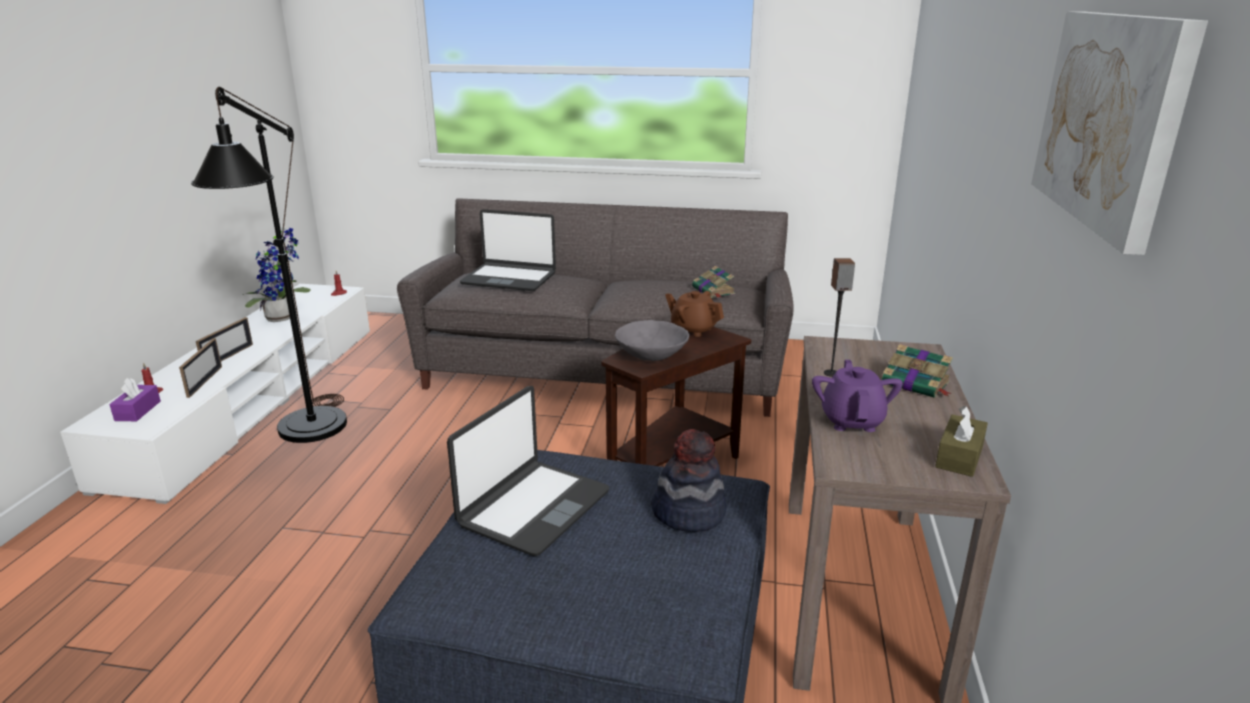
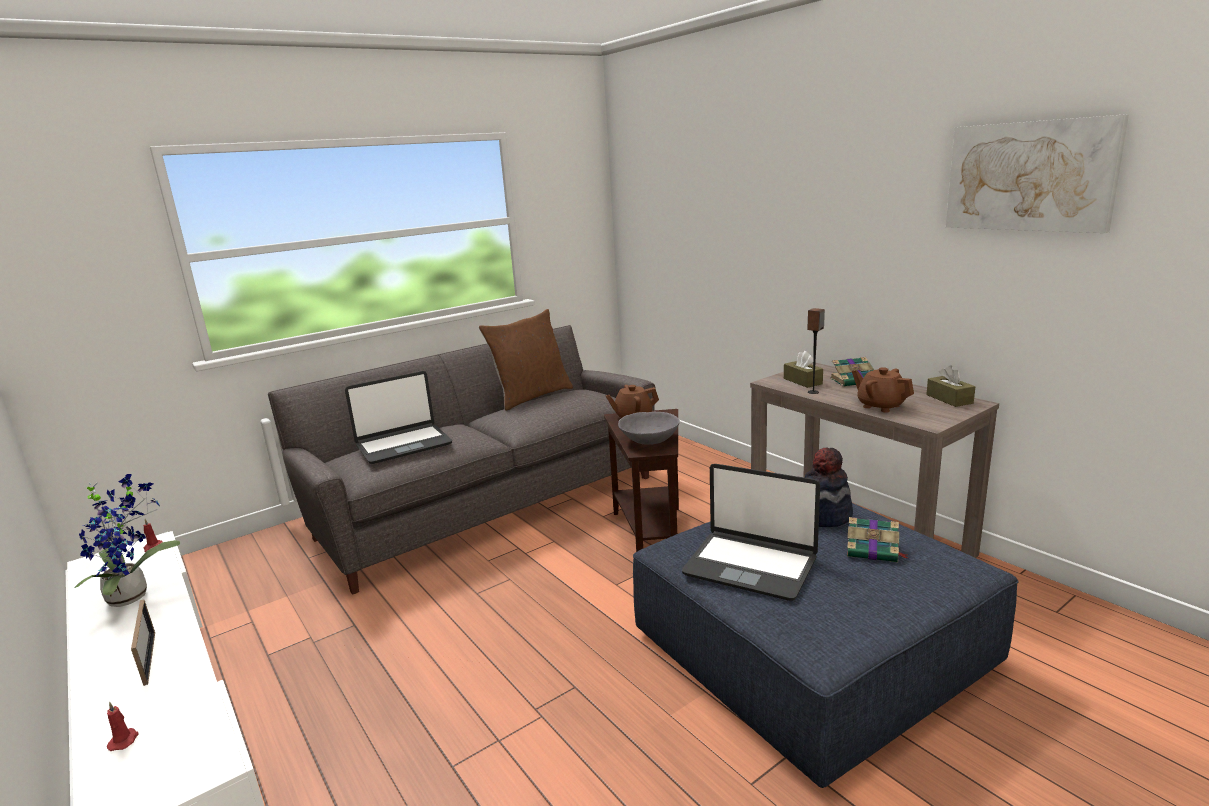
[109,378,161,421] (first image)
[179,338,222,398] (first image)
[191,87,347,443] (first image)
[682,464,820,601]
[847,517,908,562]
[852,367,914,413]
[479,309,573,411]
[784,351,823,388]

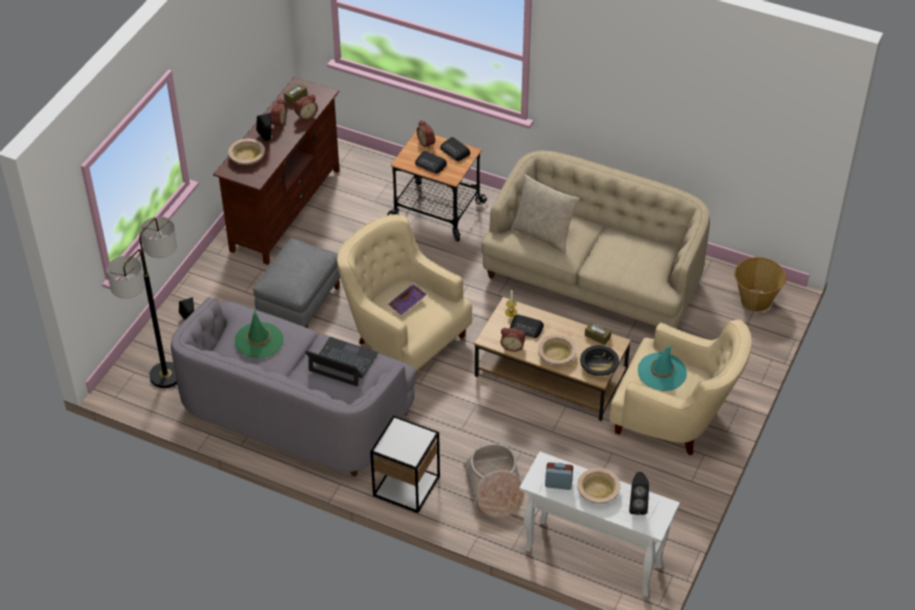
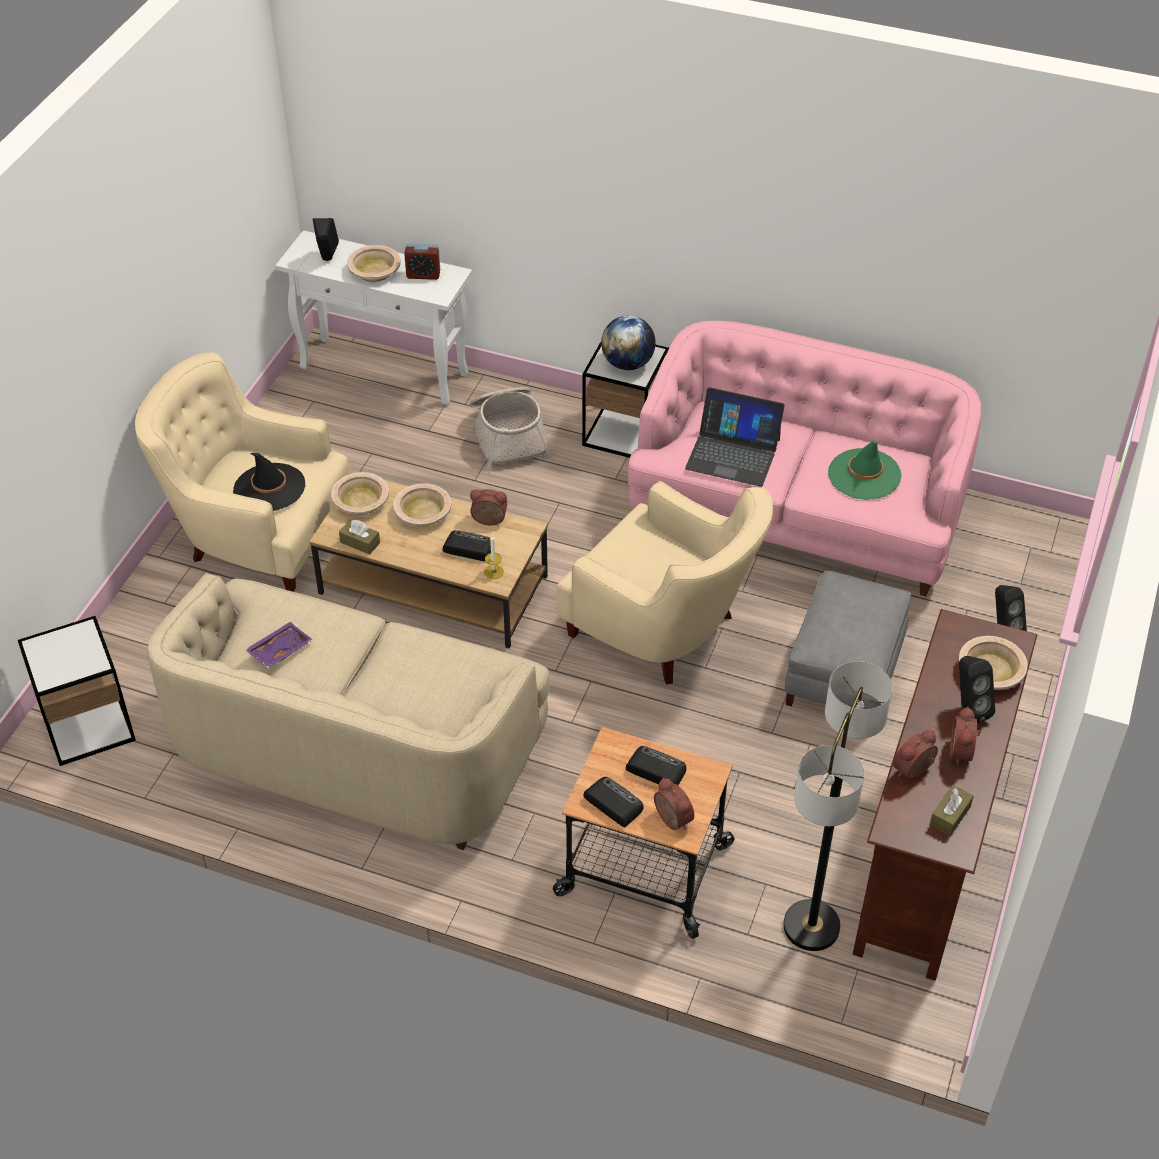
[783,661,893,951]
[628,321,981,596]
[245,622,313,668]
[511,175,580,254] (first image)
[331,472,389,515]
[233,453,305,511]
[18,616,136,766]
[601,315,656,370]

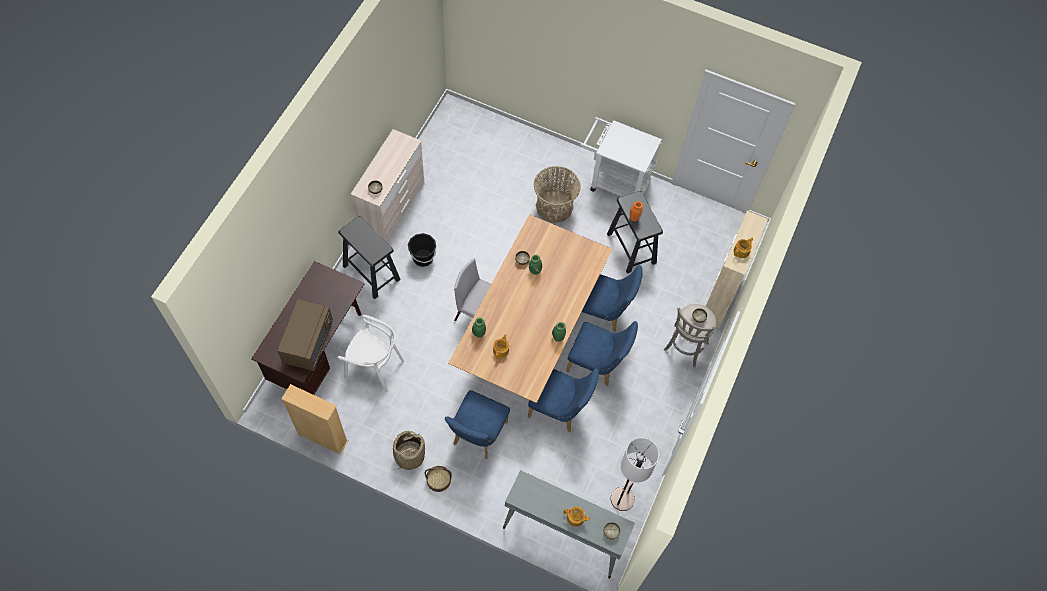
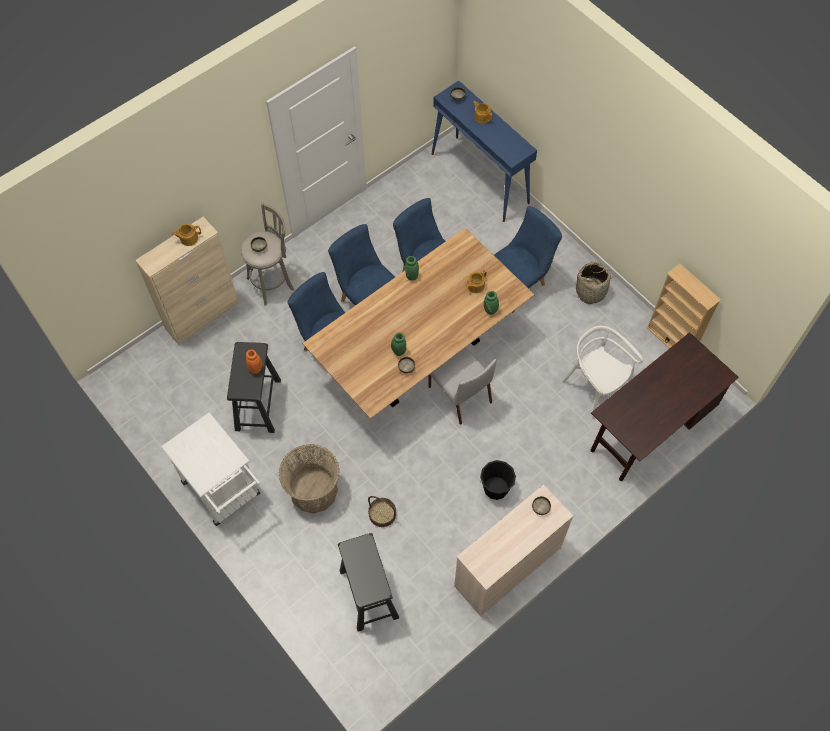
[277,300,333,371] (first image)
[338,533,399,632]
[368,496,396,527]
[432,81,537,222]
[611,437,659,511] (first image)

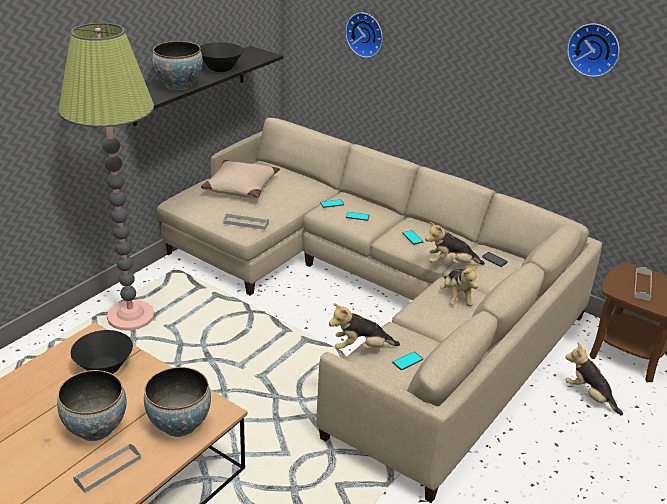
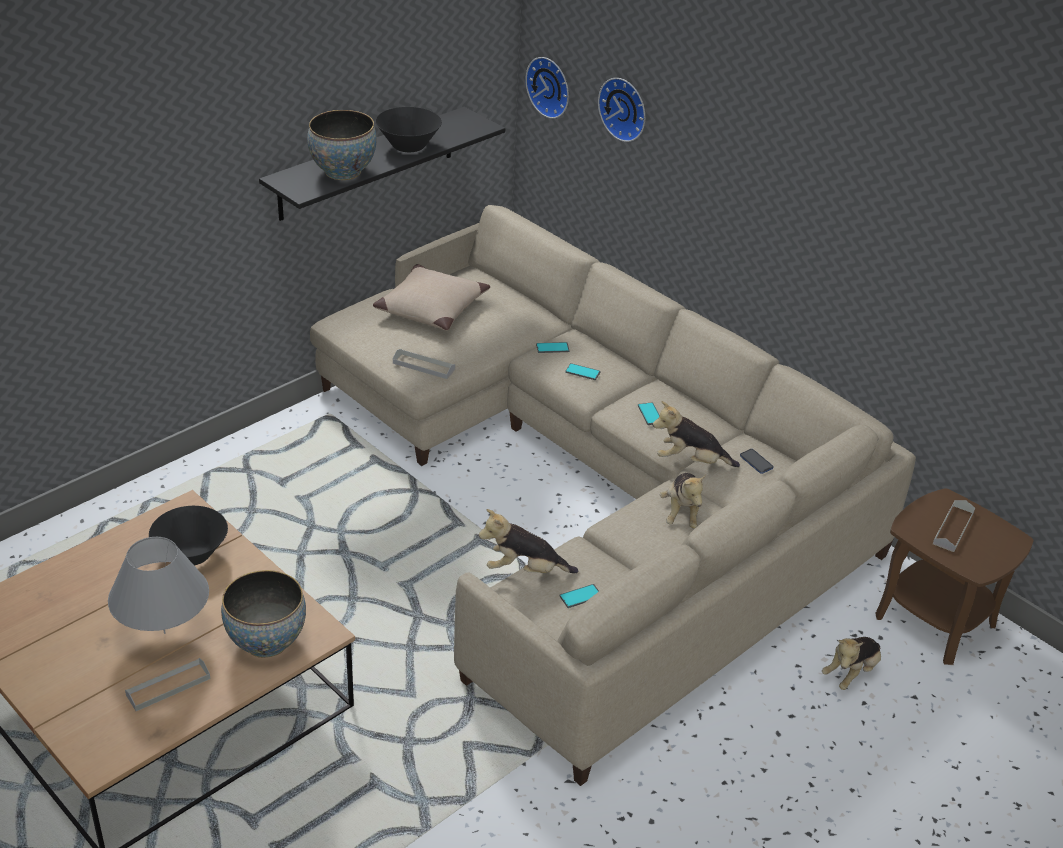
[108,537,209,634]
[59,23,155,331] (first image)
[822,637,881,690]
[525,57,569,119]

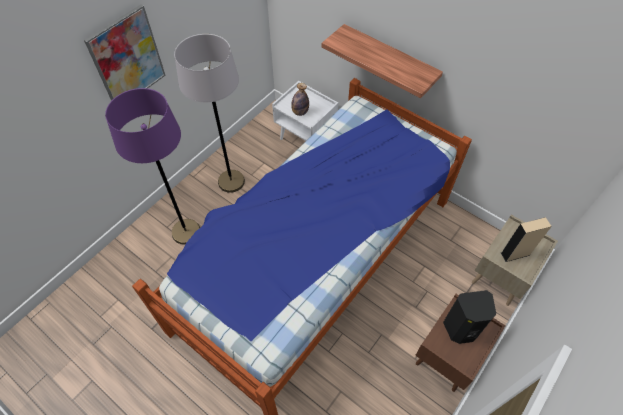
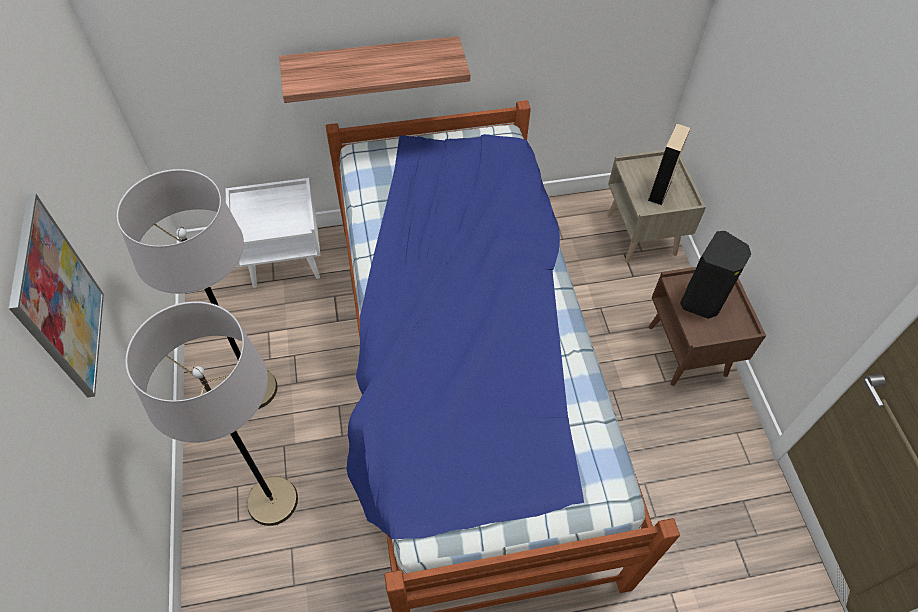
[126,301,298,526]
[291,83,309,116] (first image)

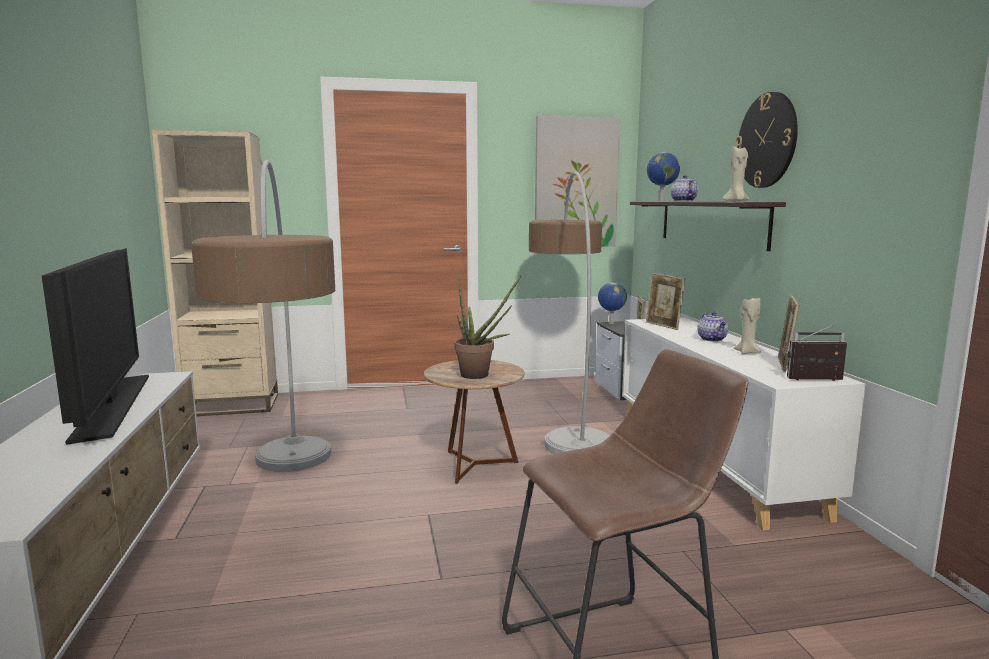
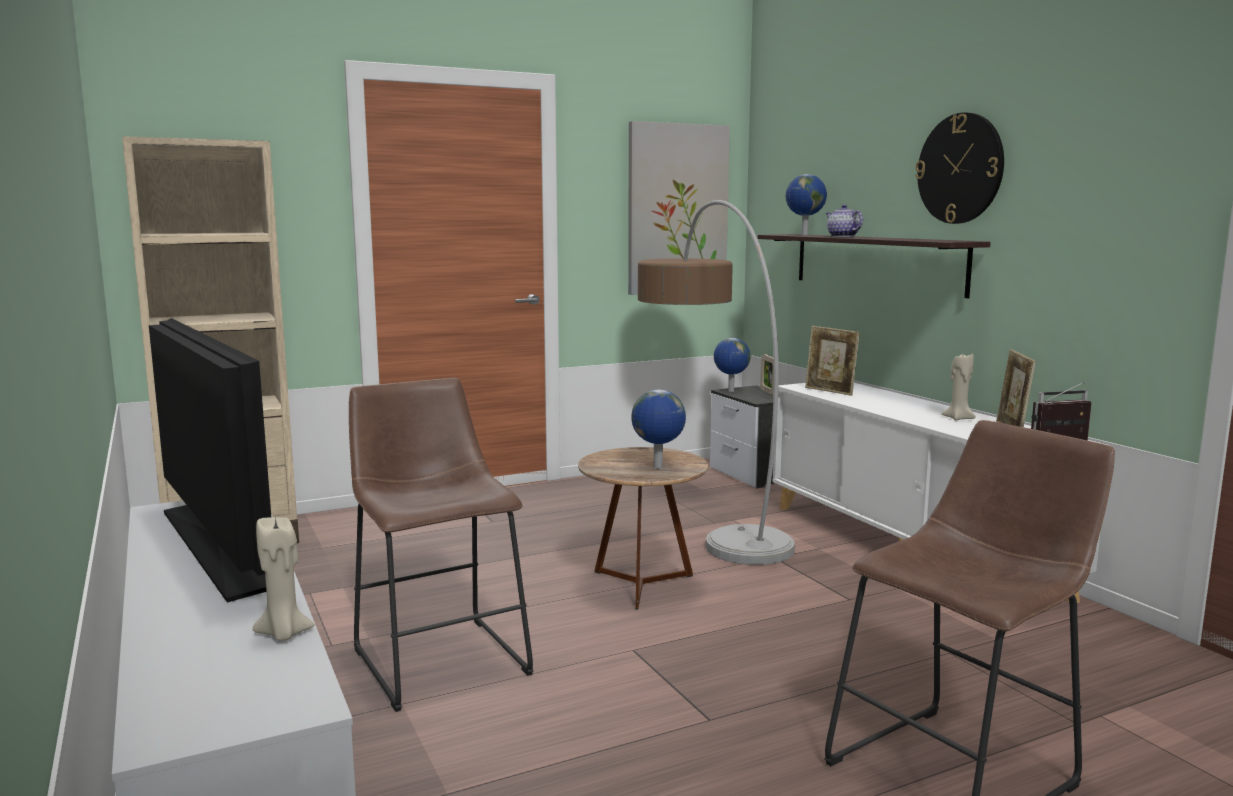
[349,378,533,712]
[631,389,686,469]
[697,311,728,342] (first image)
[253,516,315,641]

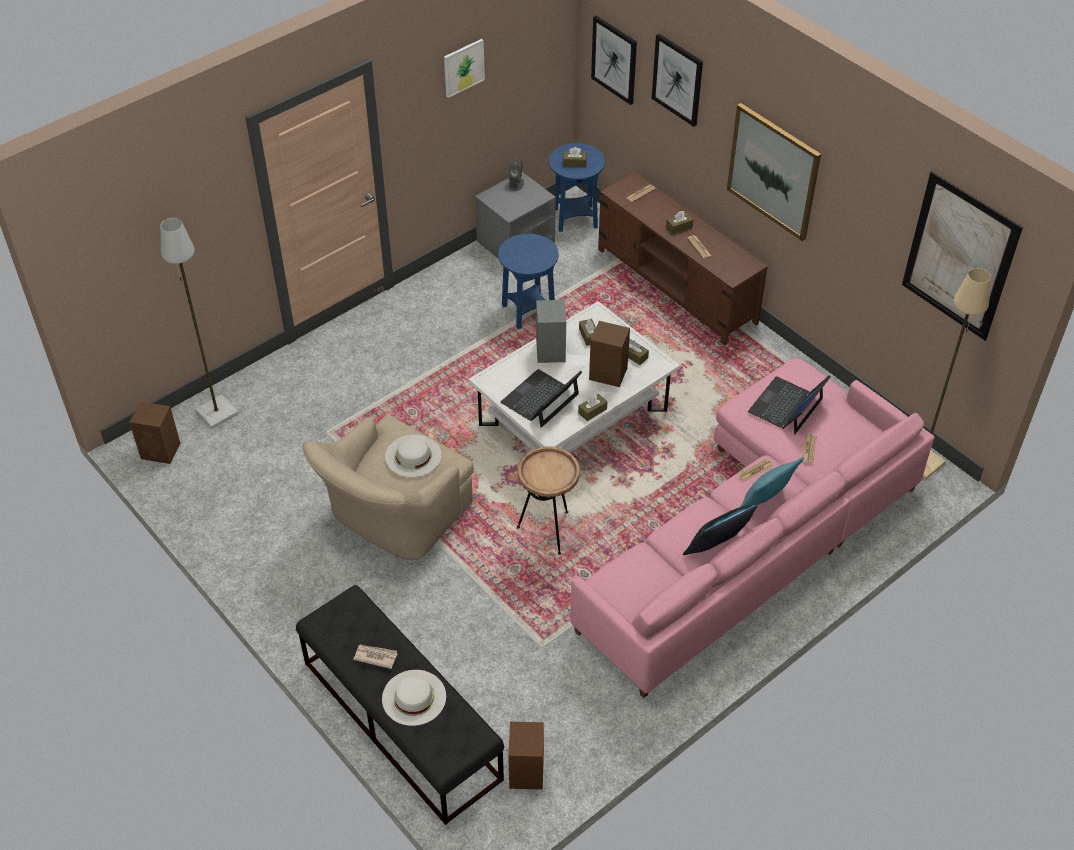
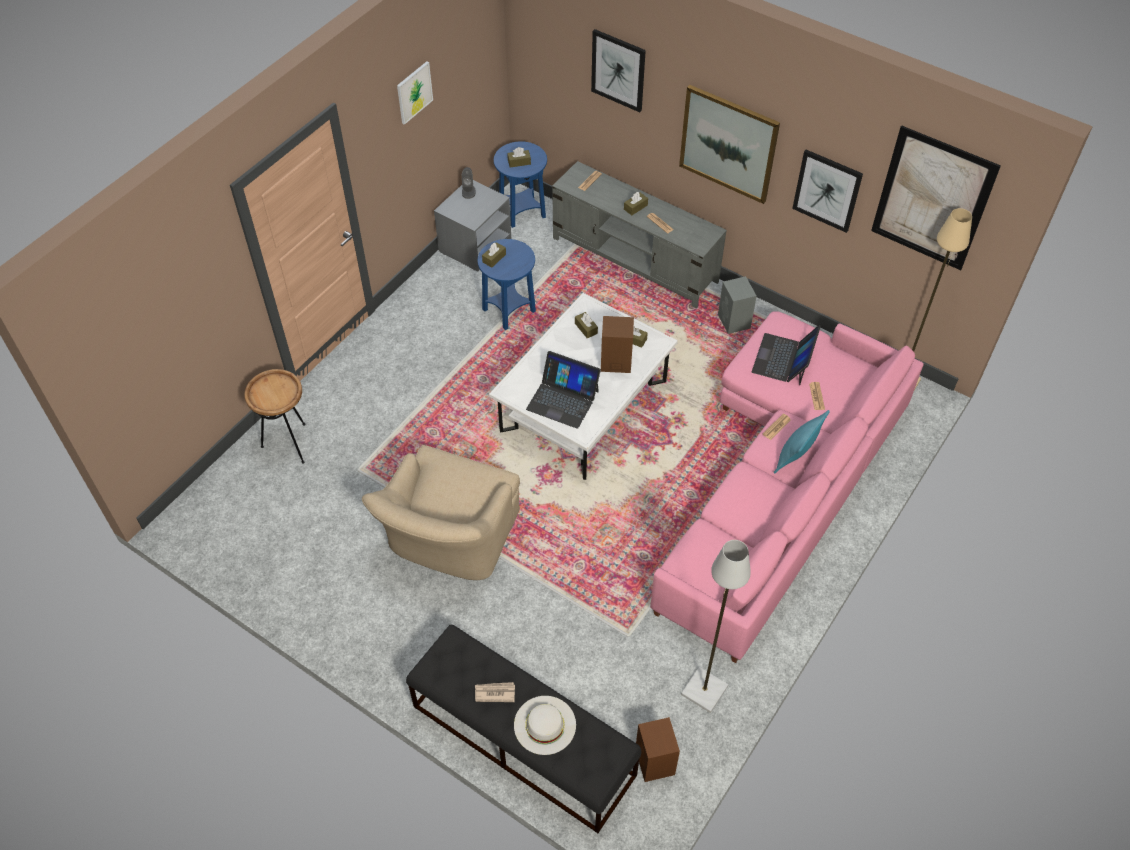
[129,402,180,464] (first image)
[681,540,751,713]
[385,435,441,477] (first image)
[526,351,601,429]
[244,369,305,464]
[718,276,757,334]
[482,242,506,267]
[792,150,863,233]
[552,161,727,308]
[683,505,757,555] (first image)

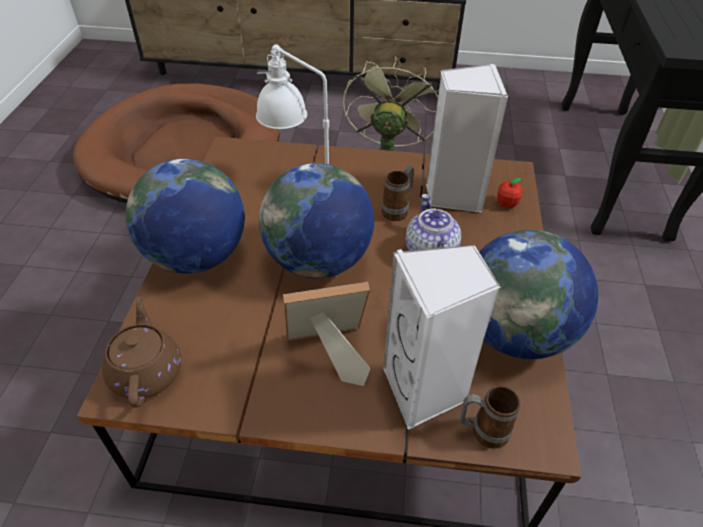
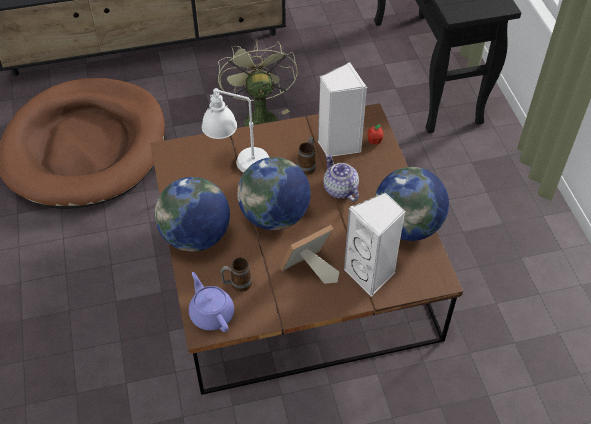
[189,272,234,332]
[220,257,252,292]

